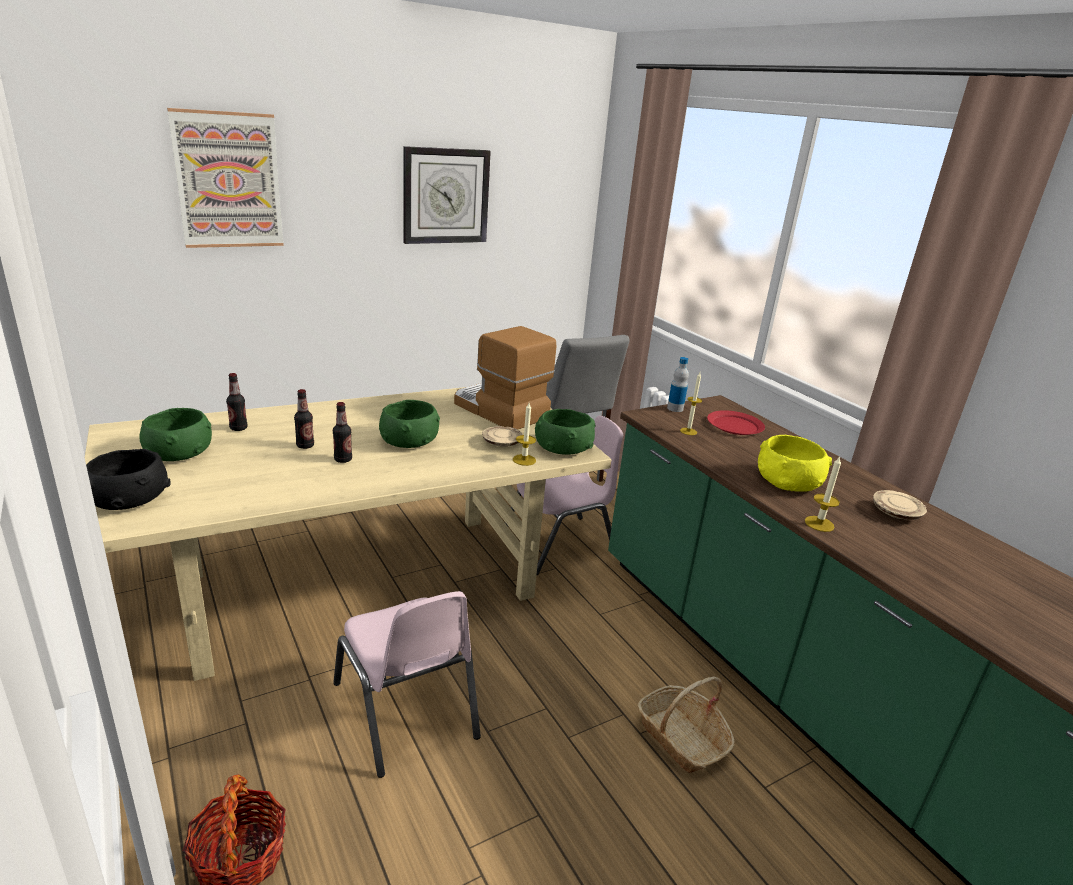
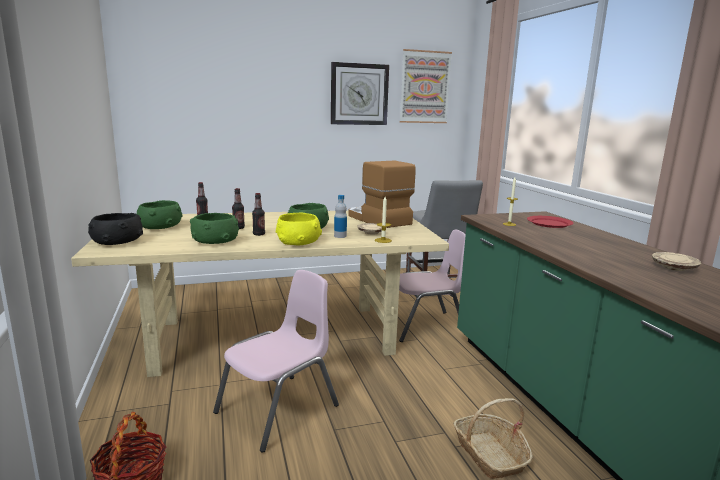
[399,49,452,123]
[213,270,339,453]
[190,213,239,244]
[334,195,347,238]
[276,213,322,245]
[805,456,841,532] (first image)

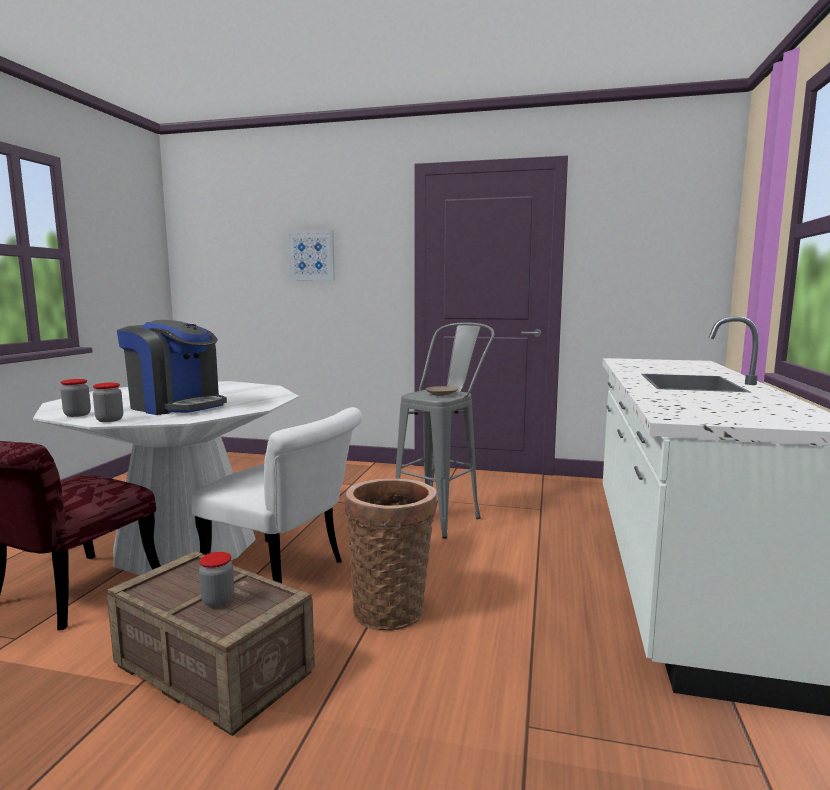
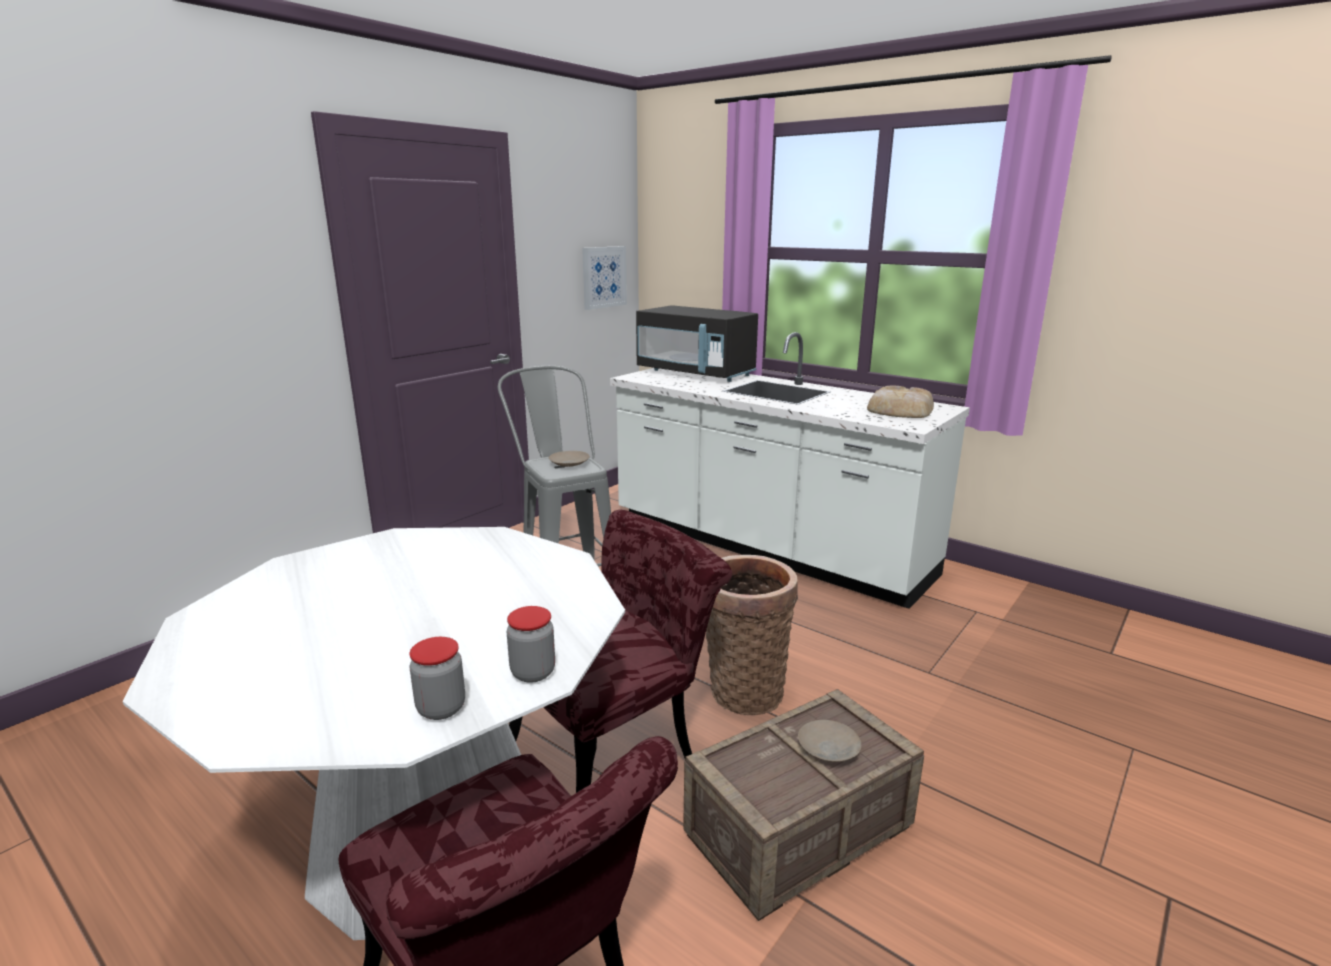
[117,320,227,415] (first image)
[509,510,732,793]
[798,720,861,762]
[582,246,627,310]
[636,305,758,382]
[867,385,934,418]

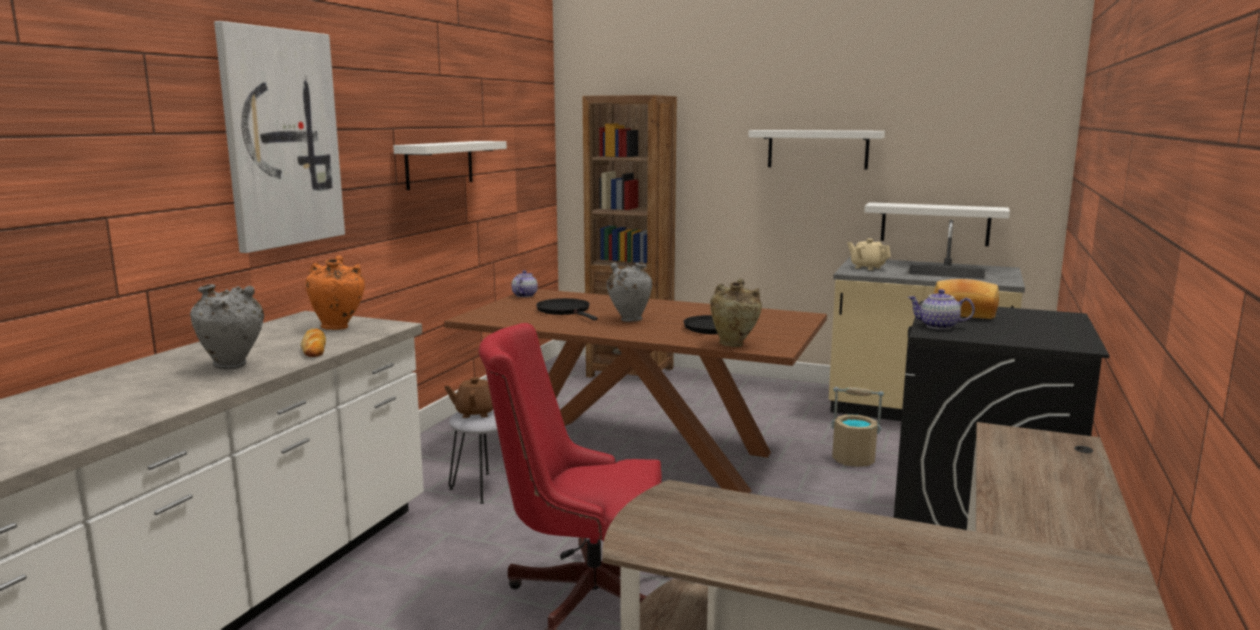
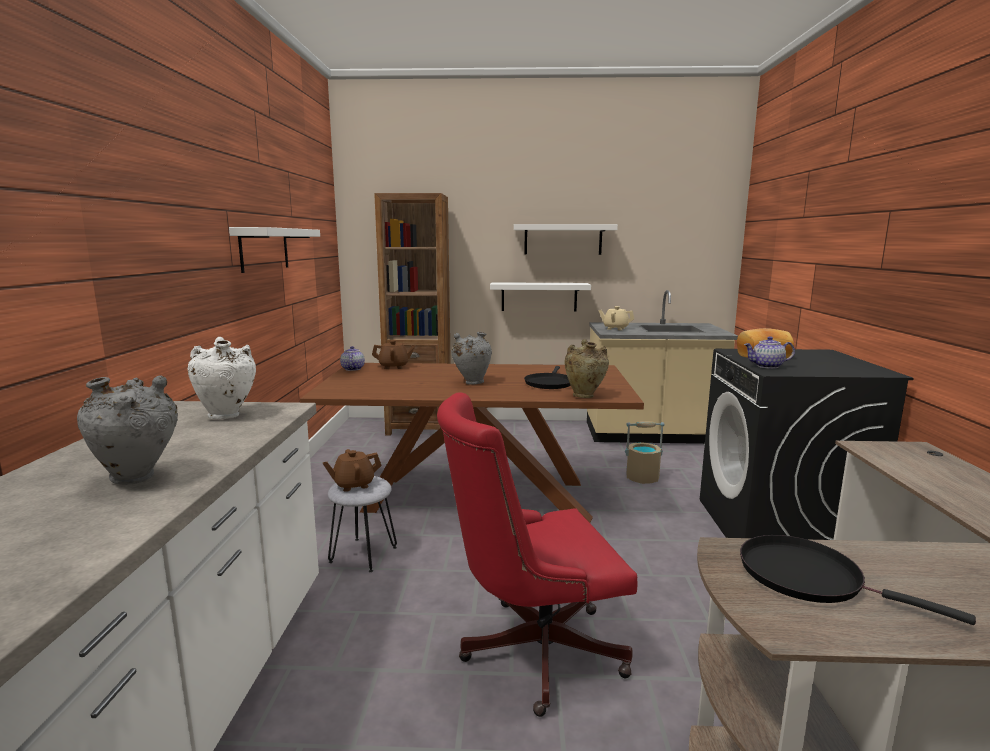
[214,21,345,253] (first image)
[300,328,326,357] (first image)
[188,337,256,419]
[740,535,976,625]
[490,282,591,312]
[372,340,415,369]

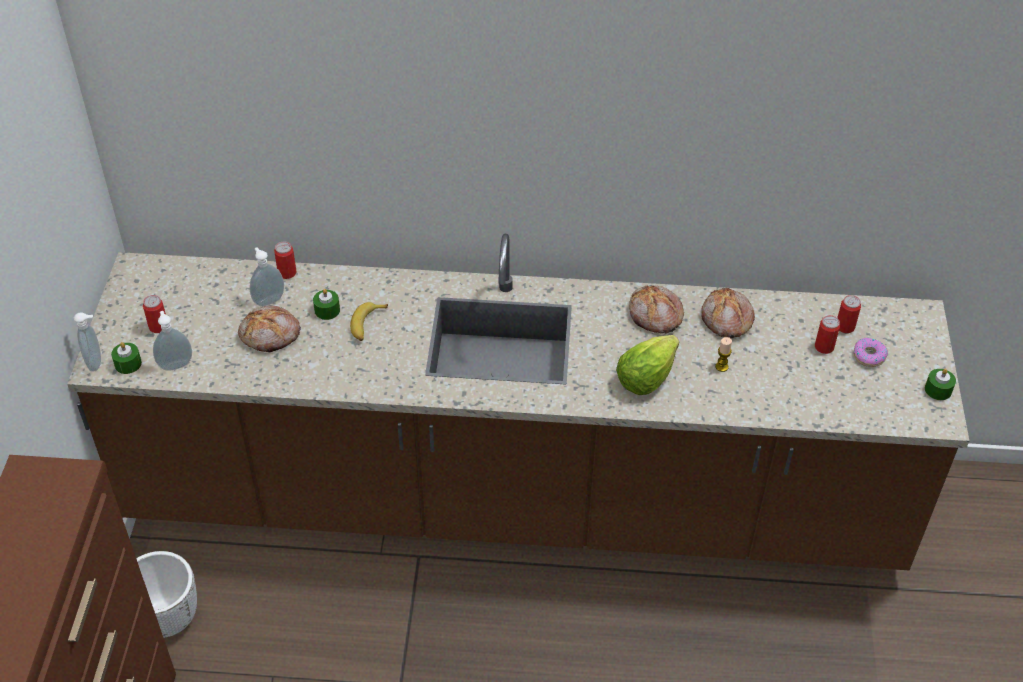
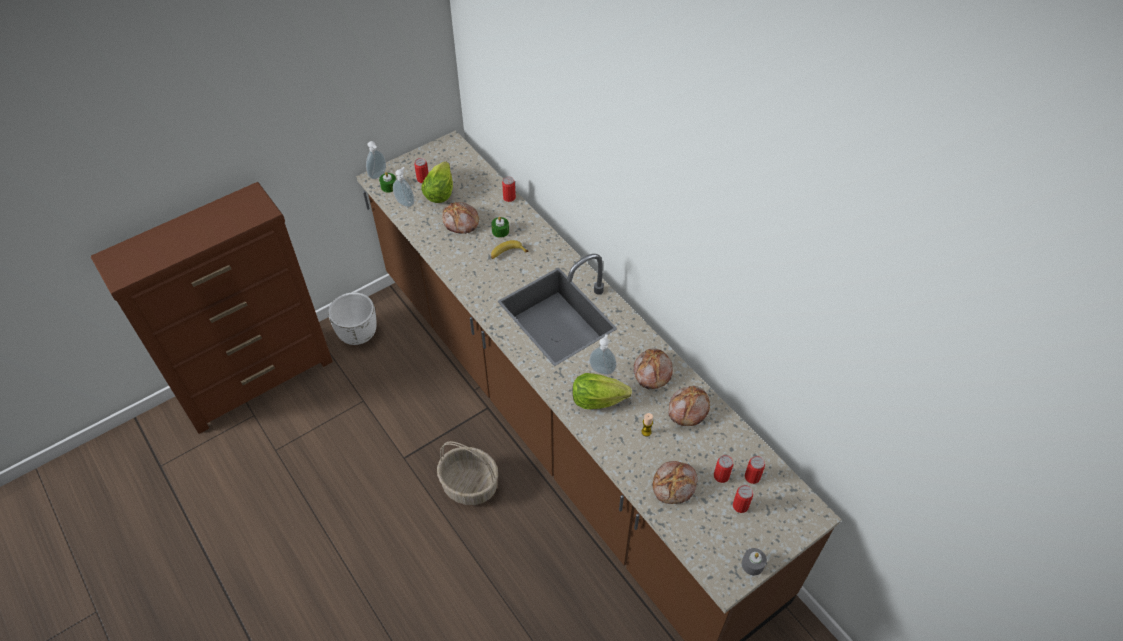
[589,334,617,375]
[733,485,753,513]
[742,548,767,575]
[421,161,453,203]
[437,441,498,505]
[652,461,698,504]

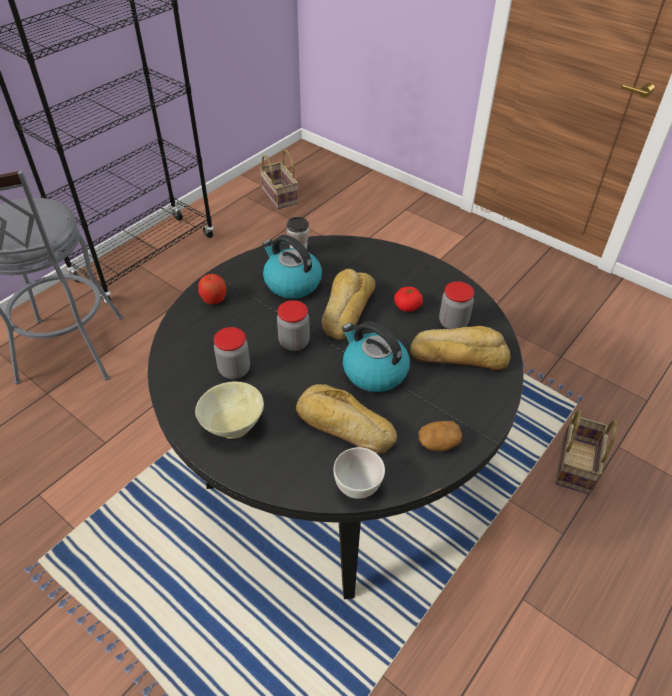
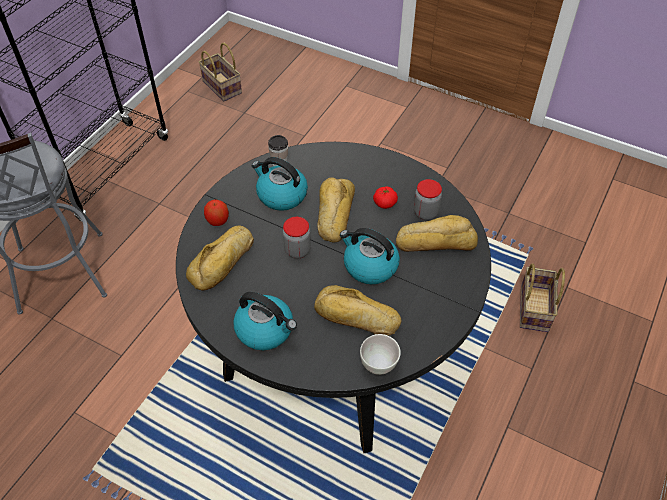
[233,292,297,350]
[214,327,250,379] (first image)
[419,421,462,451] (first image)
[186,226,254,291]

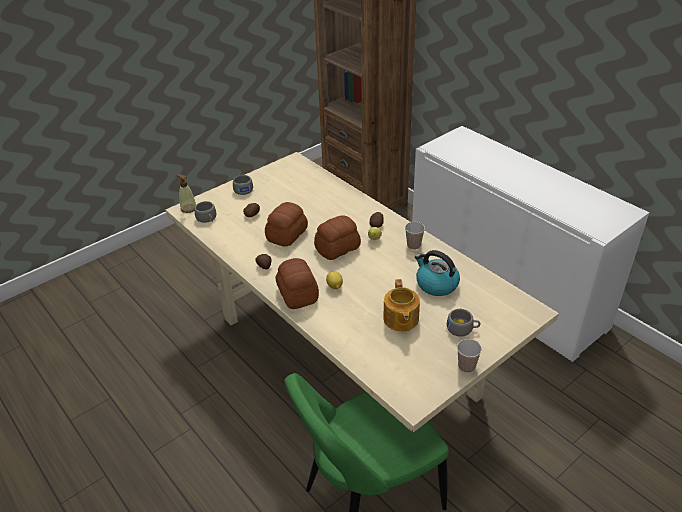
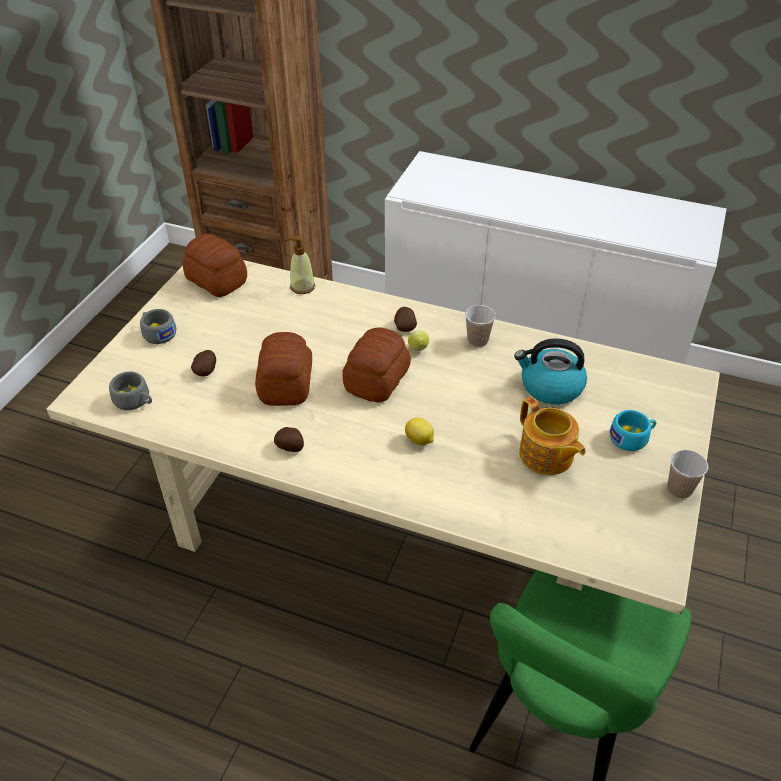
[284,236,315,294]
[183,234,247,297]
[609,410,656,451]

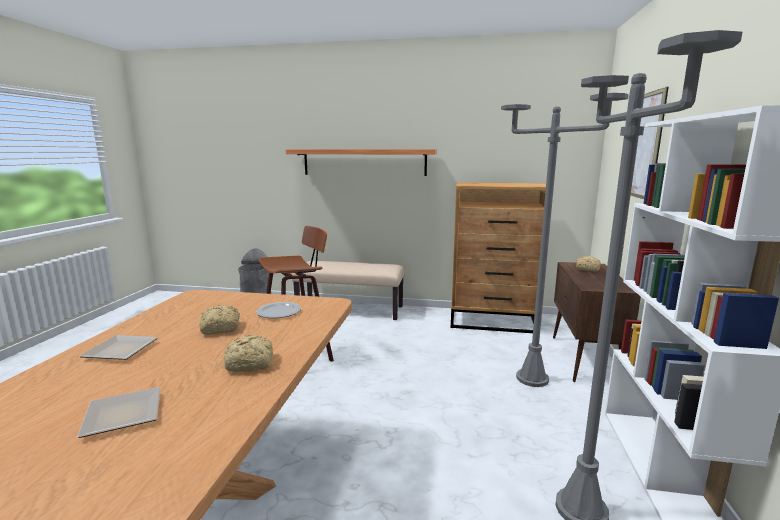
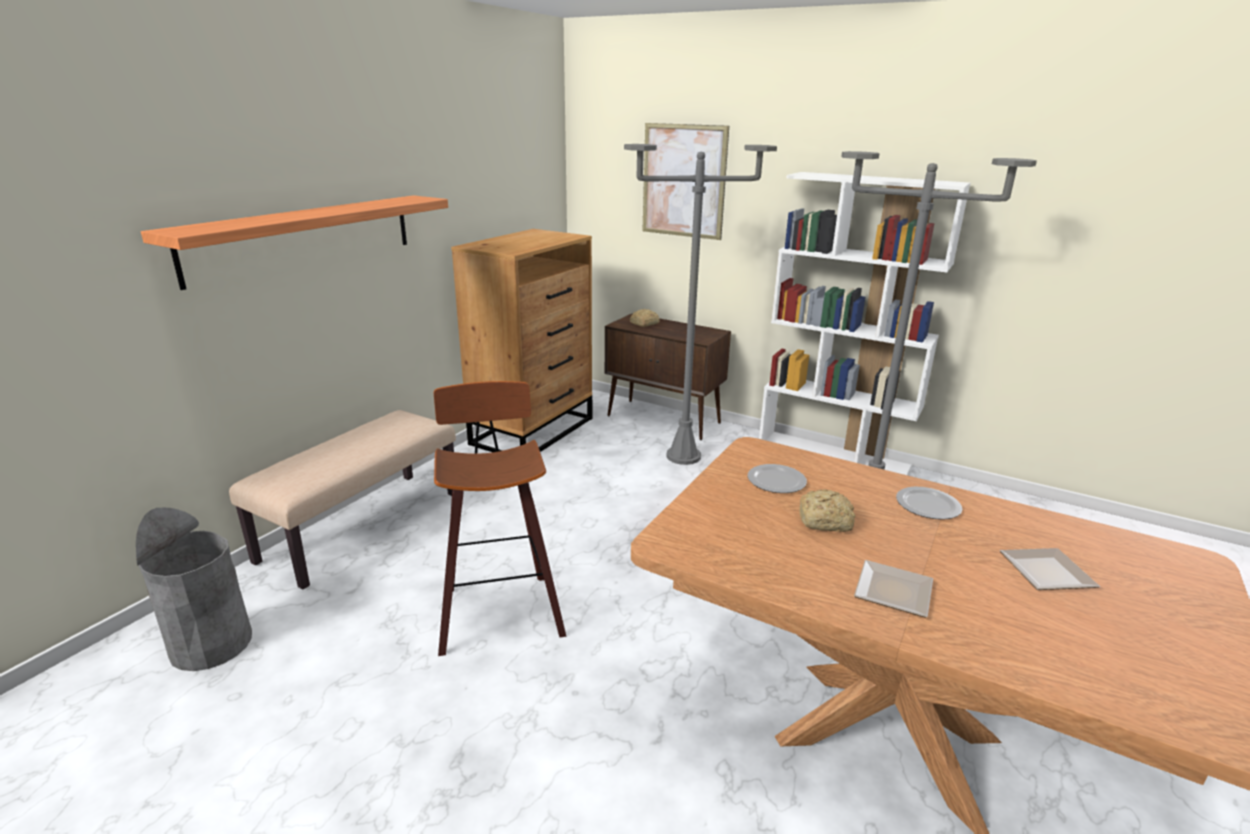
[896,487,962,520]

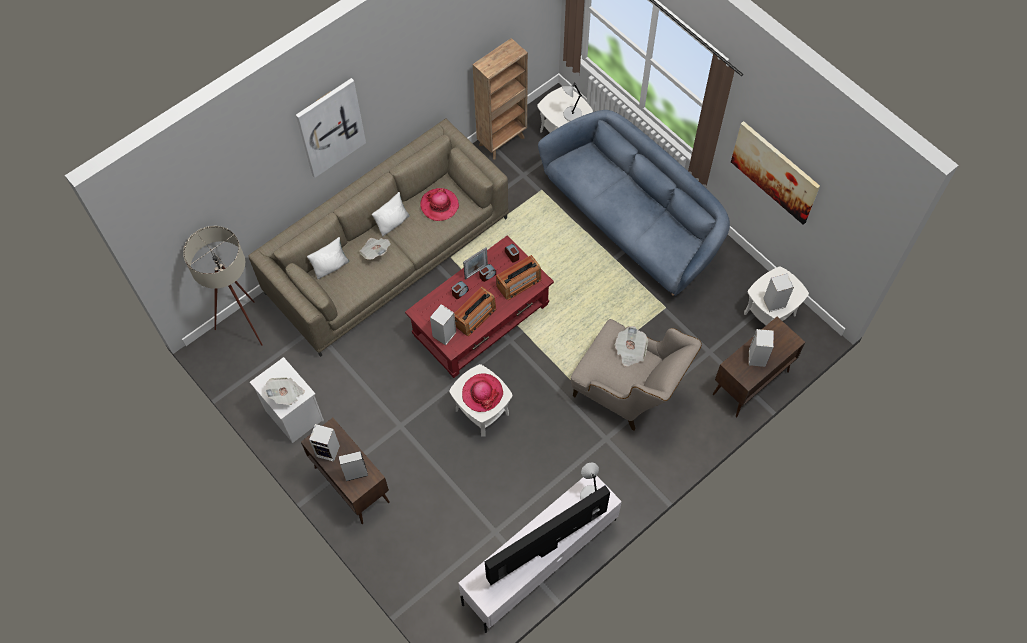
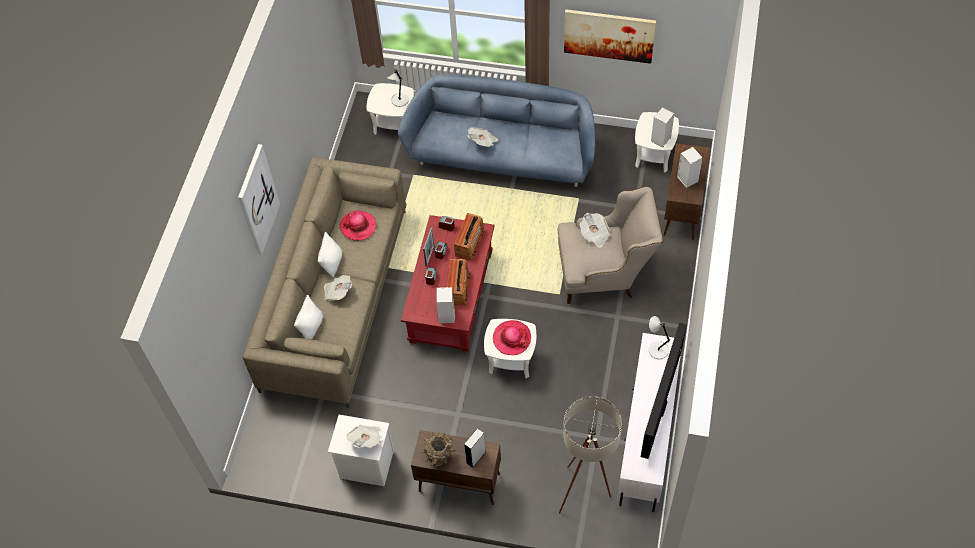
[559,396,622,514]
[421,431,456,466]
[473,38,528,159] (first image)
[468,127,498,147]

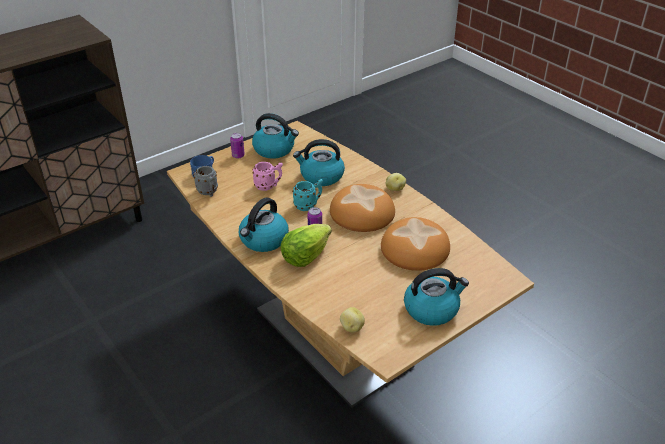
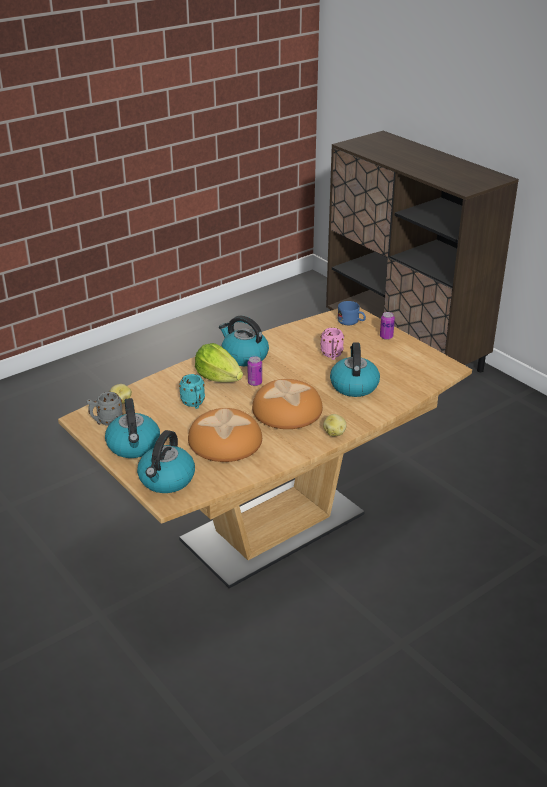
[86,392,123,426]
[137,430,195,493]
[179,374,205,409]

